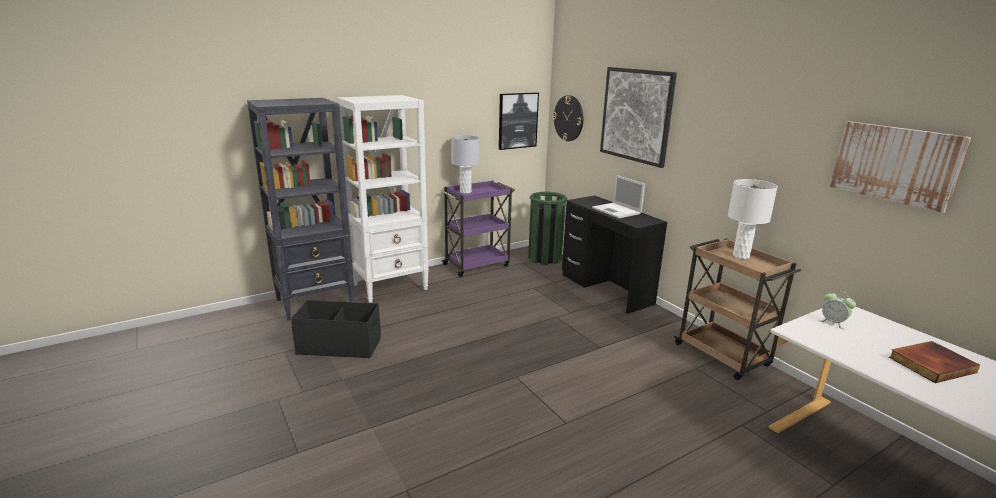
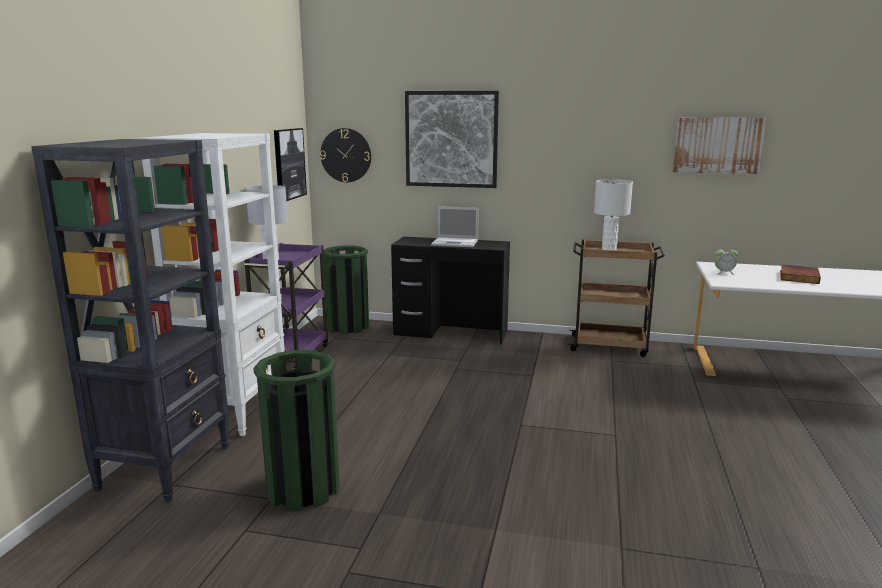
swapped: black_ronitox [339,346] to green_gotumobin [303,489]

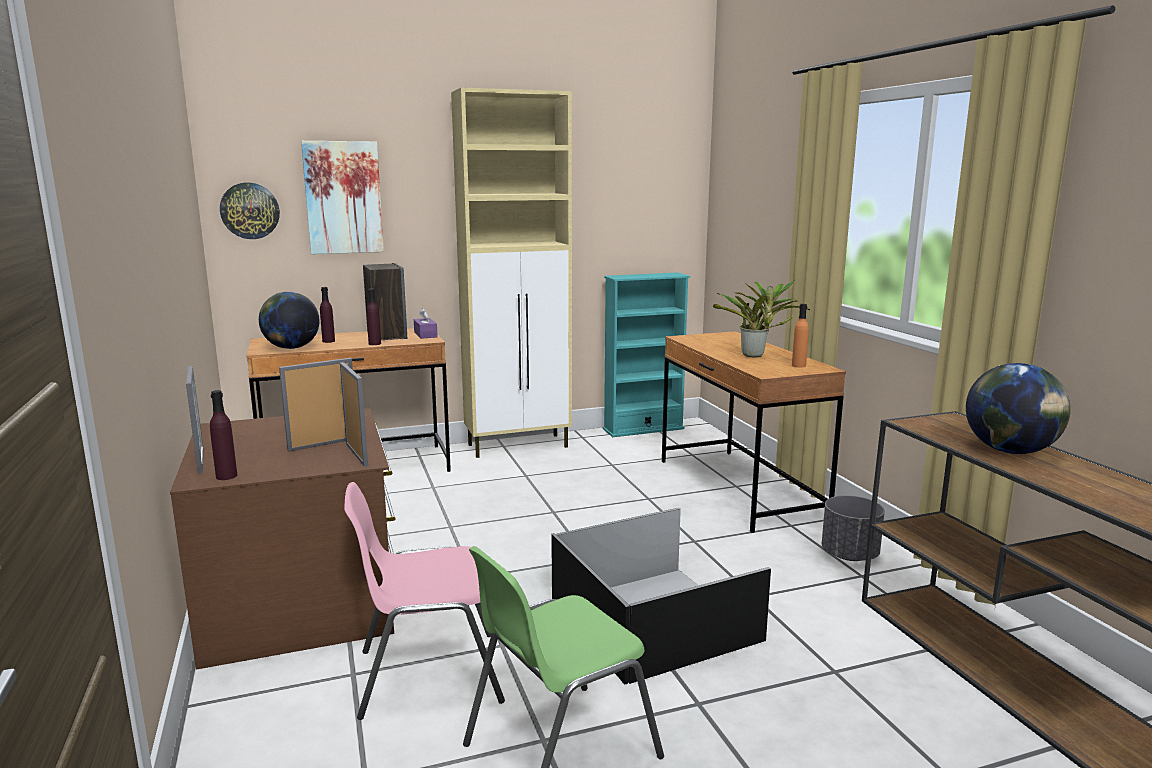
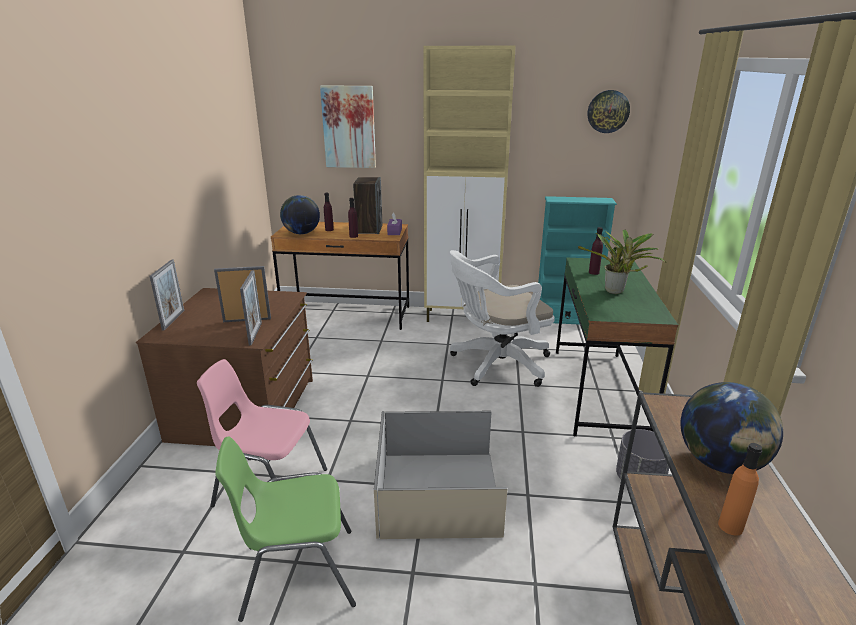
new: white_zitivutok [495,365]
shifted: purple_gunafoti [226,476] to [593,272]; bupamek [250,211] to [608,111]; orange_gunafoti [798,365] to [730,526]
repainted: black_ronitox [656,622] to beige_ronitox [438,494]; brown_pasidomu [739,488] to green_pasidomu [597,391]

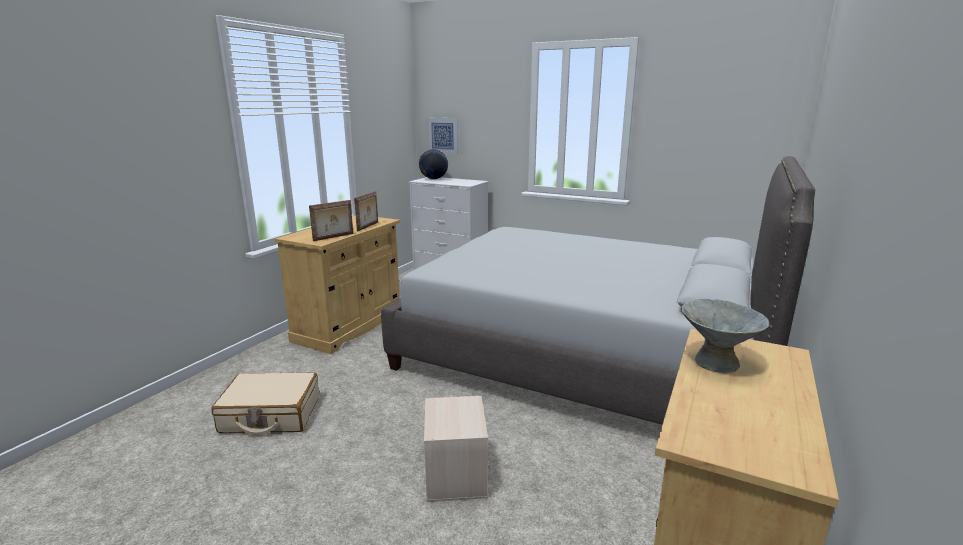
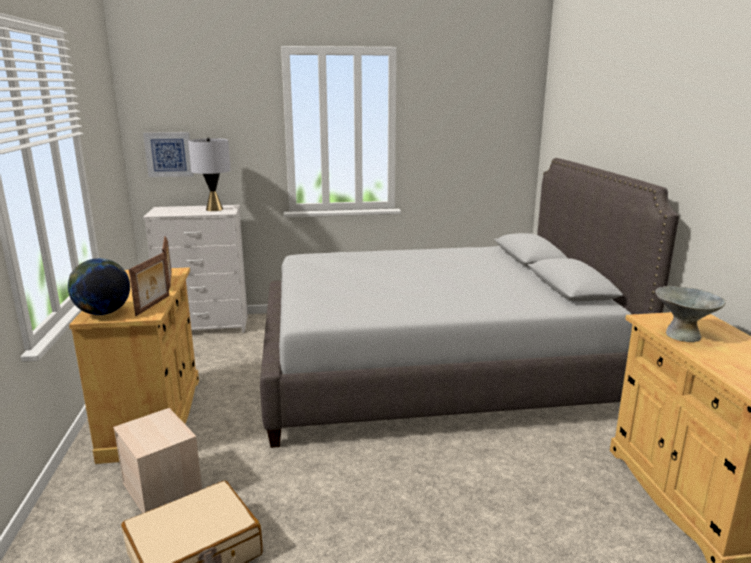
new: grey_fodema [214,209]
shifted: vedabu [434,179] to [103,313]; beige_ronitox [456,475] to [163,488]

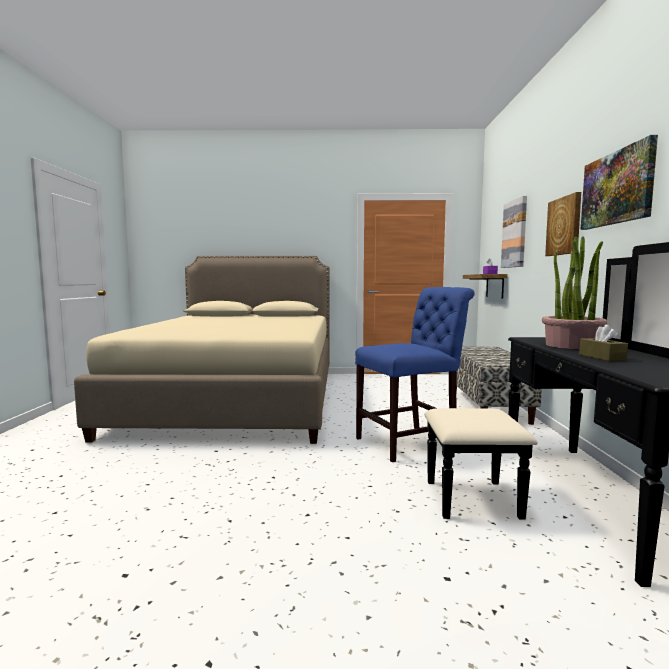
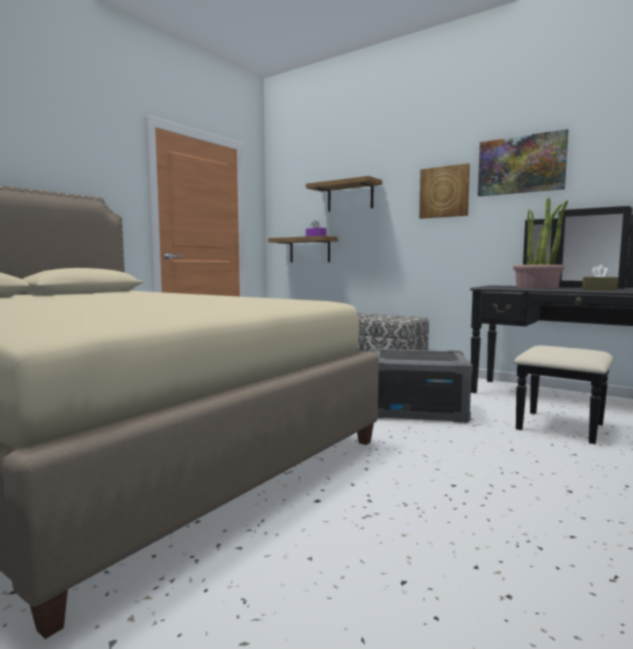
swapped: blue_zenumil [411,442] to grey_ronitox [416,410]; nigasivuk [515,234] to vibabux [350,196]

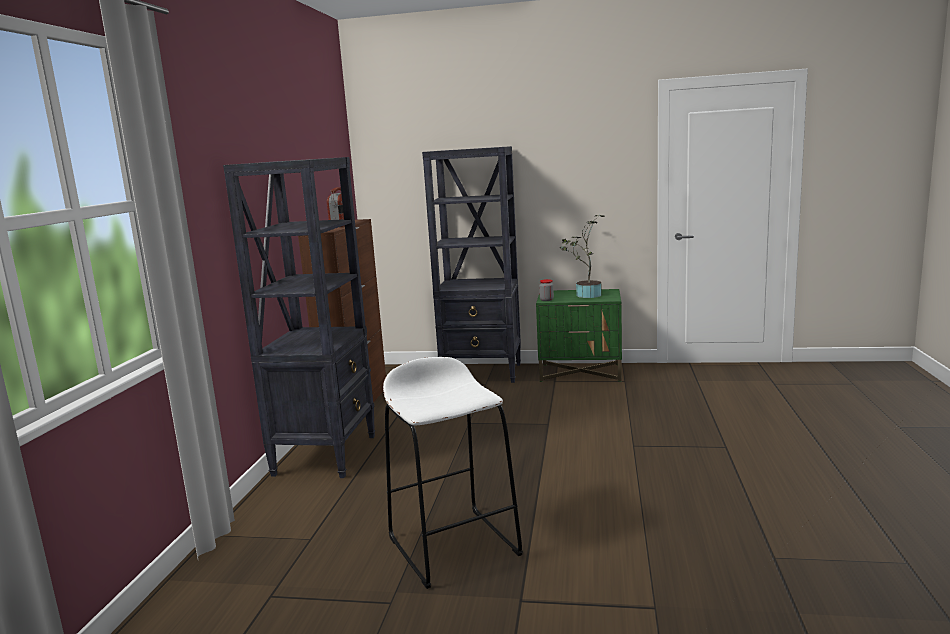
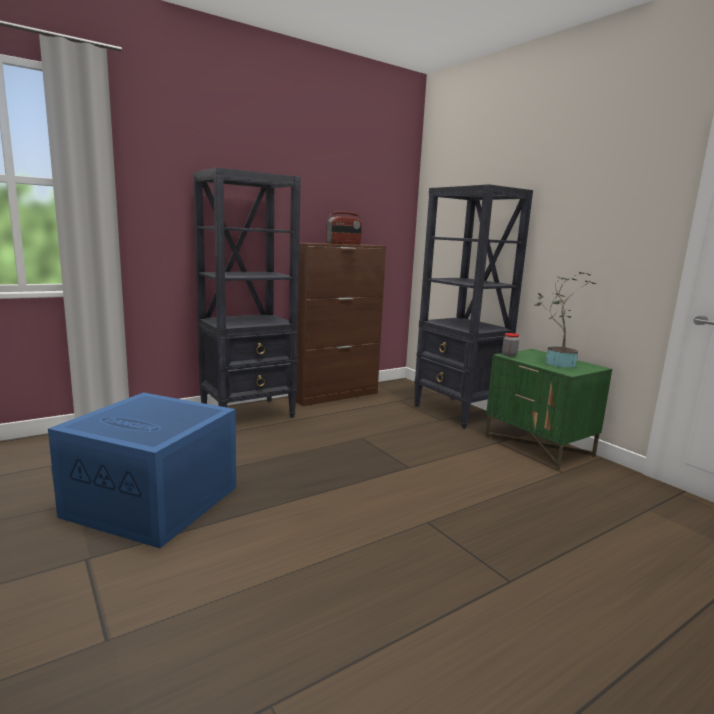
swapped: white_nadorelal [454,545] to blue_ronitox [155,501]

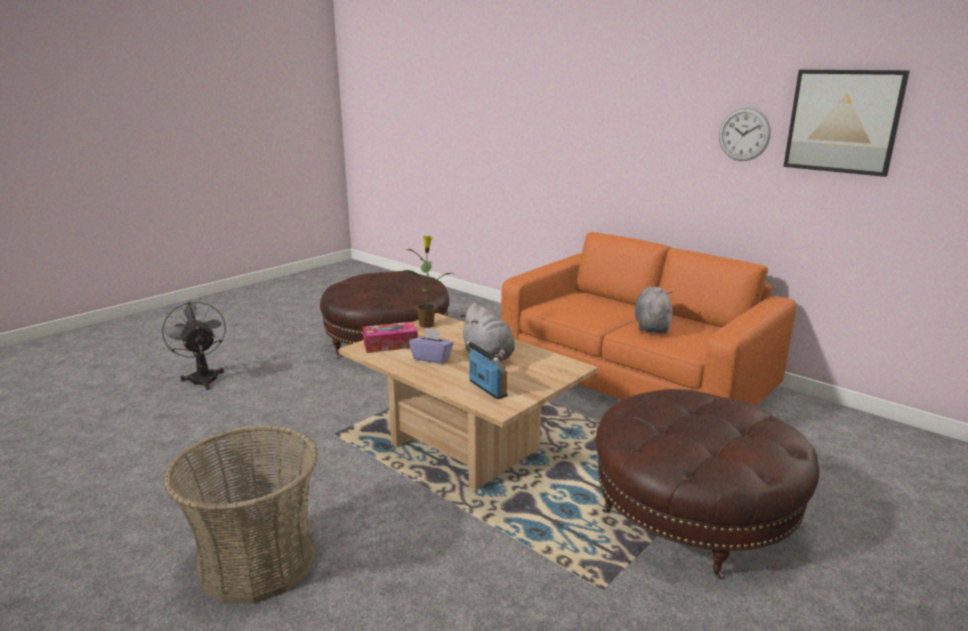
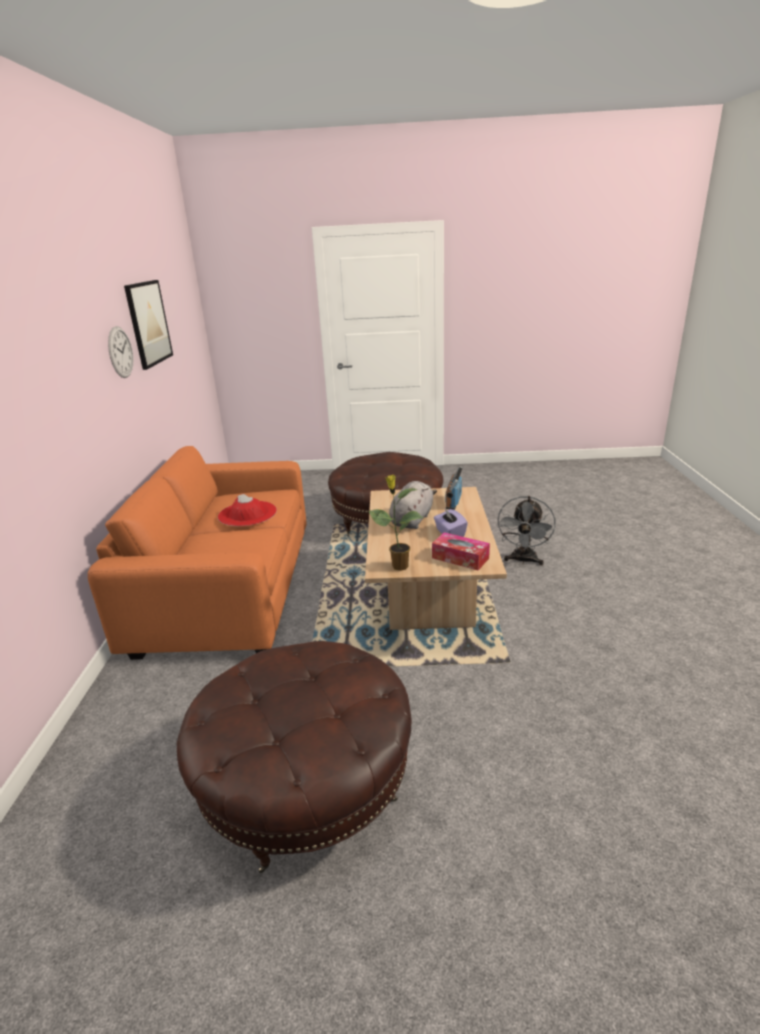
gone: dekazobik [257,562]
shifted: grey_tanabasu [203,377] to [523,561]
swapped: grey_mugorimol [651,326] to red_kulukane [247,514]

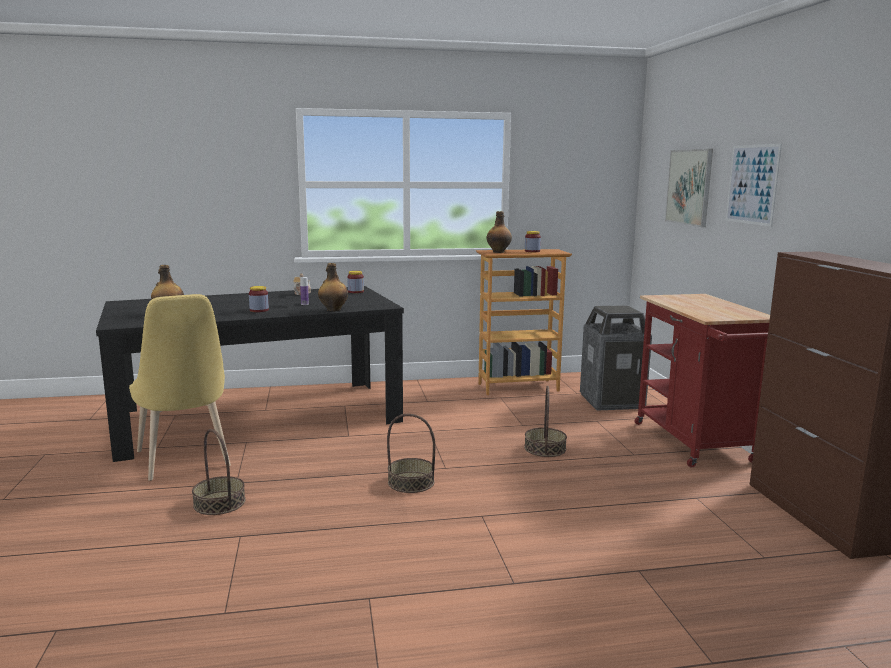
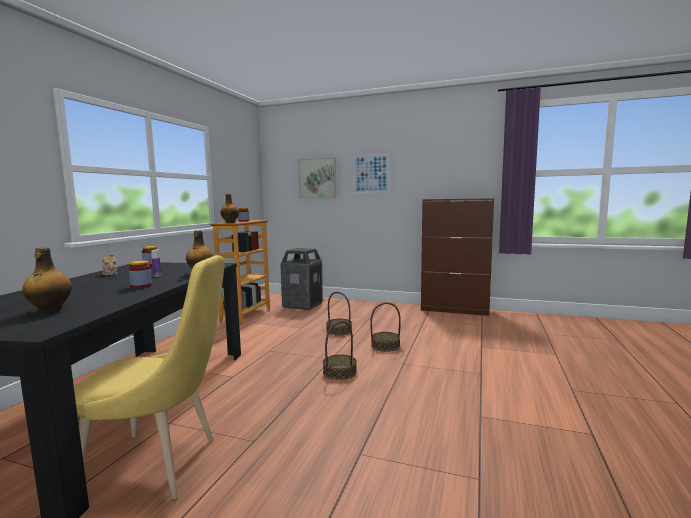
gone: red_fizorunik [697,445]
shifted: dekazobik [219,503] to [385,346]

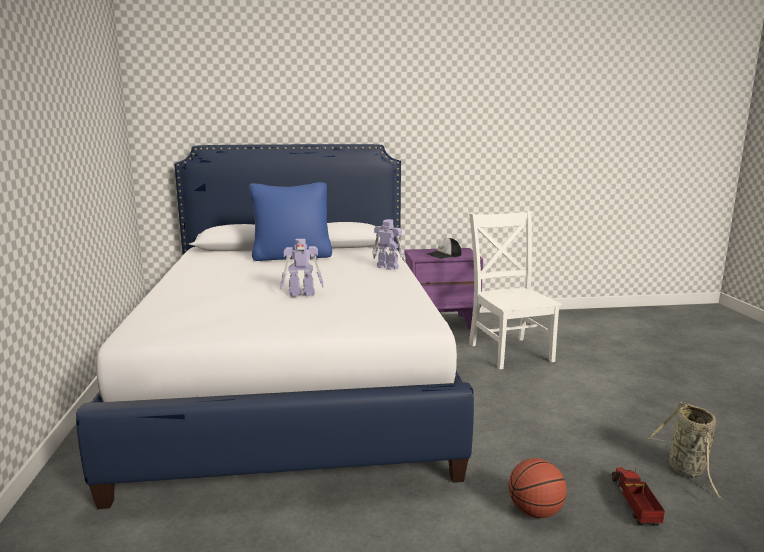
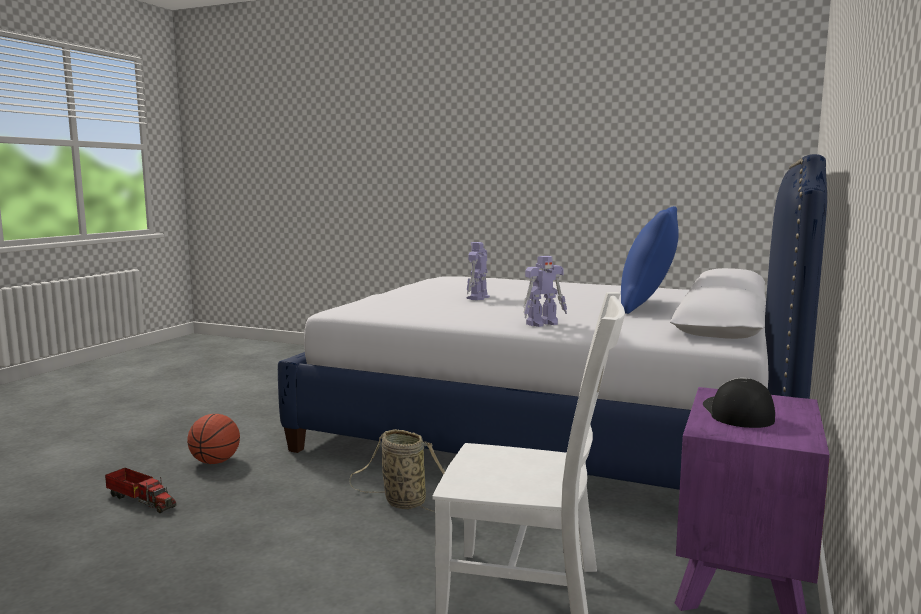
shifted: dekazobik [688,471] to [401,501]

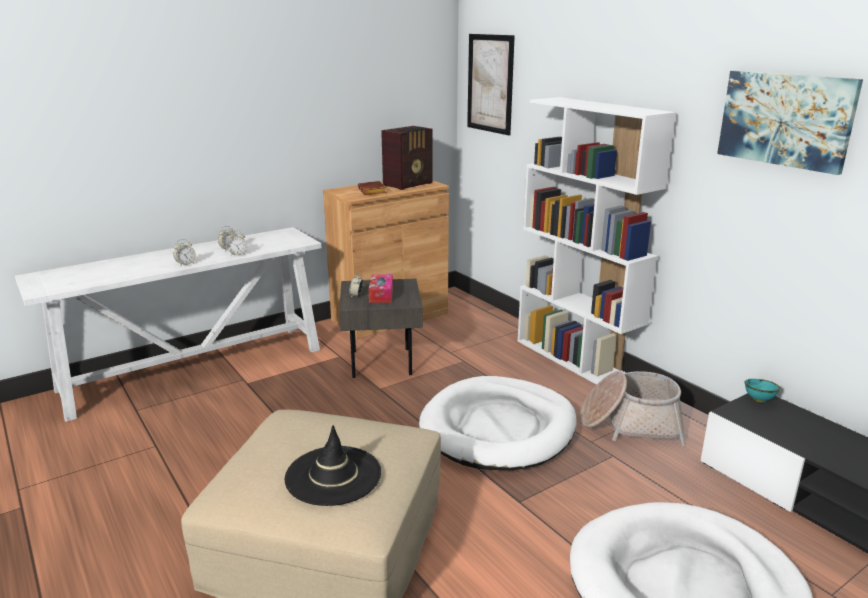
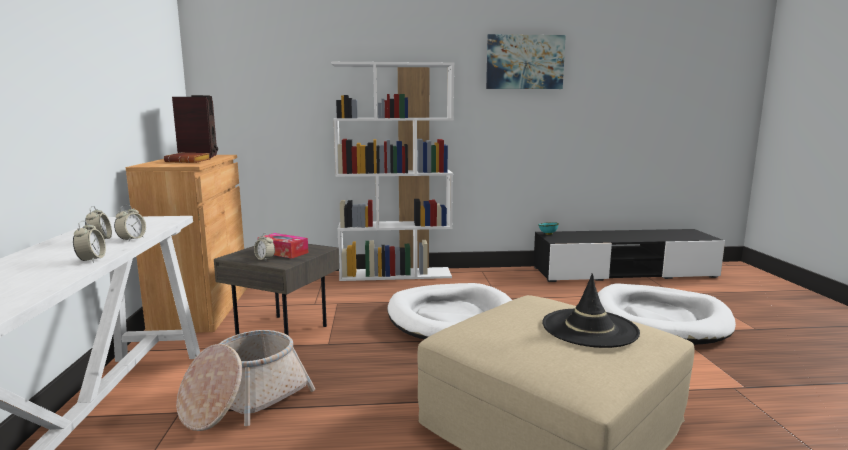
gone: nigasivuk [490,83]
shifted: dekazobik [630,424] to [244,401]

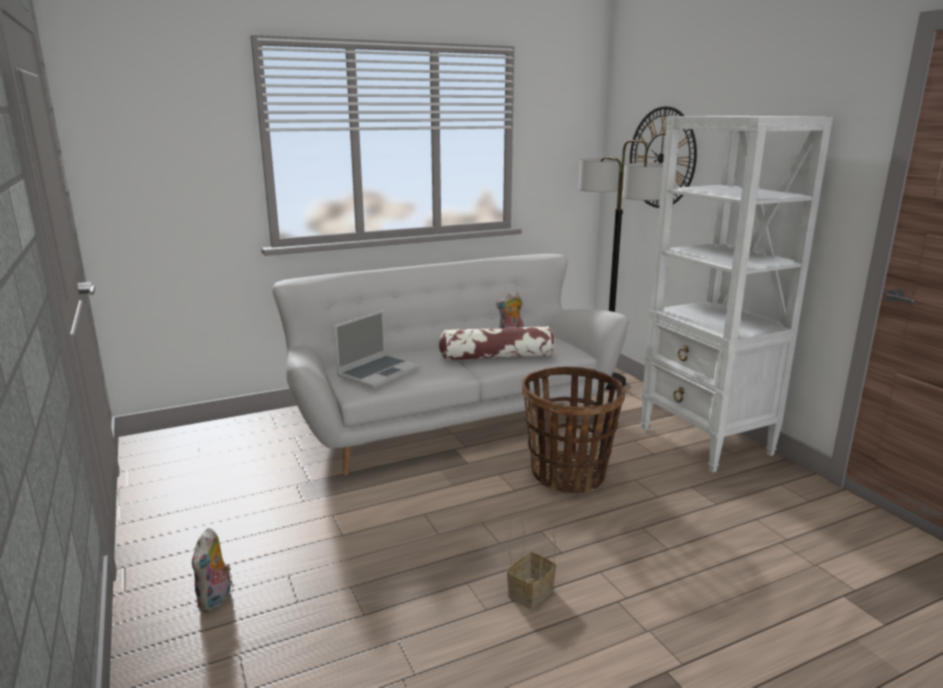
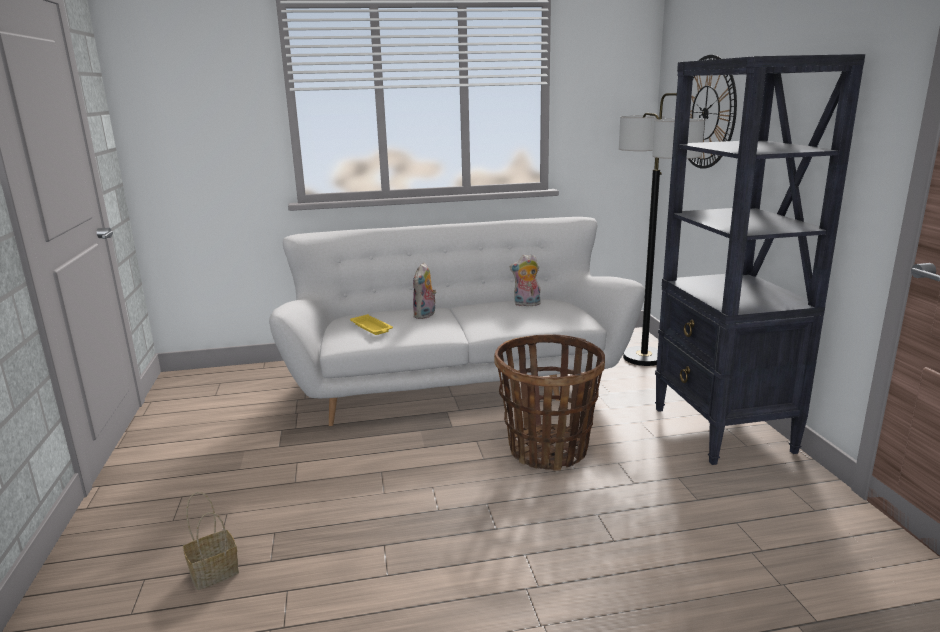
gone: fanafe [496,357]
shifted: mugorimol [216,600] to [425,315]; dekazobik [531,592] to [215,571]
swapped: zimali [378,372] to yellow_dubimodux [372,328]
repainted: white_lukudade [705,442] to black_lukudade [722,430]

